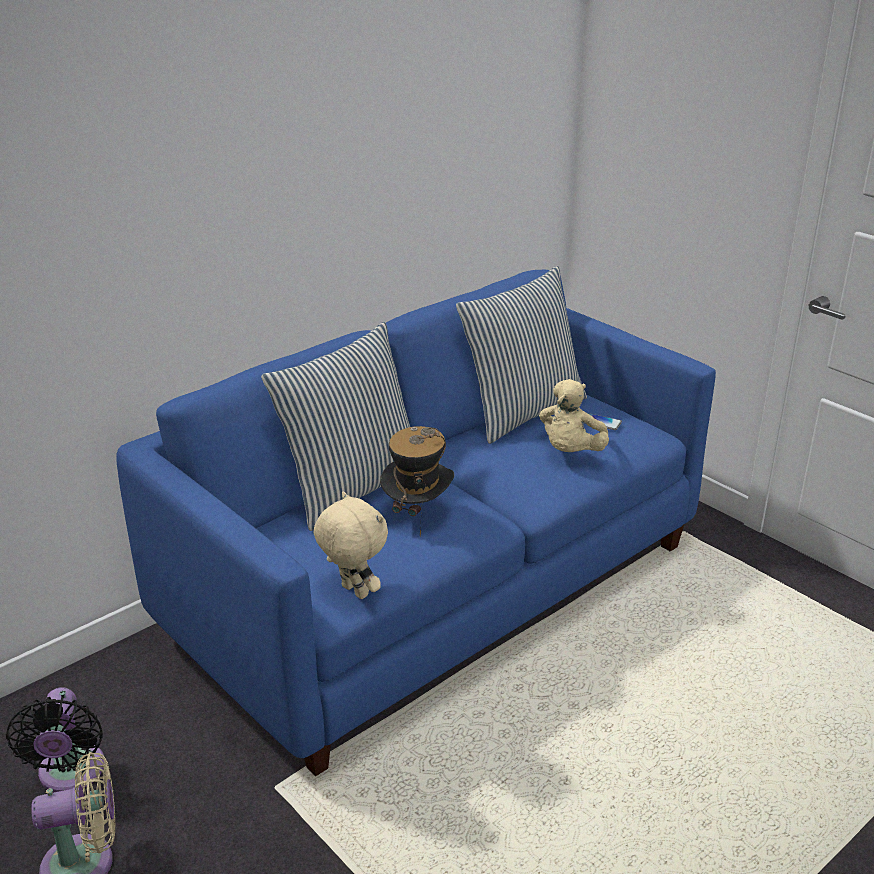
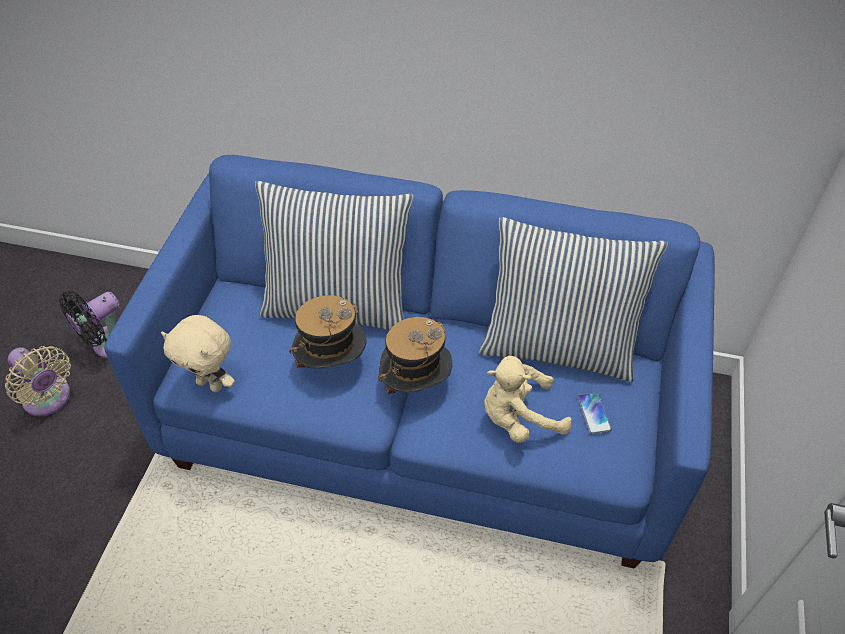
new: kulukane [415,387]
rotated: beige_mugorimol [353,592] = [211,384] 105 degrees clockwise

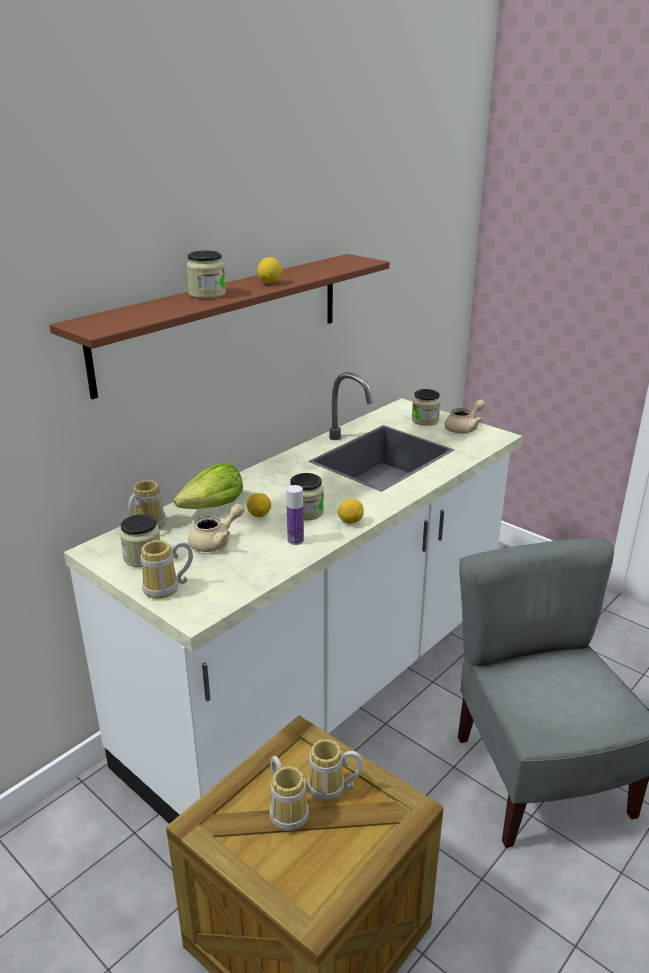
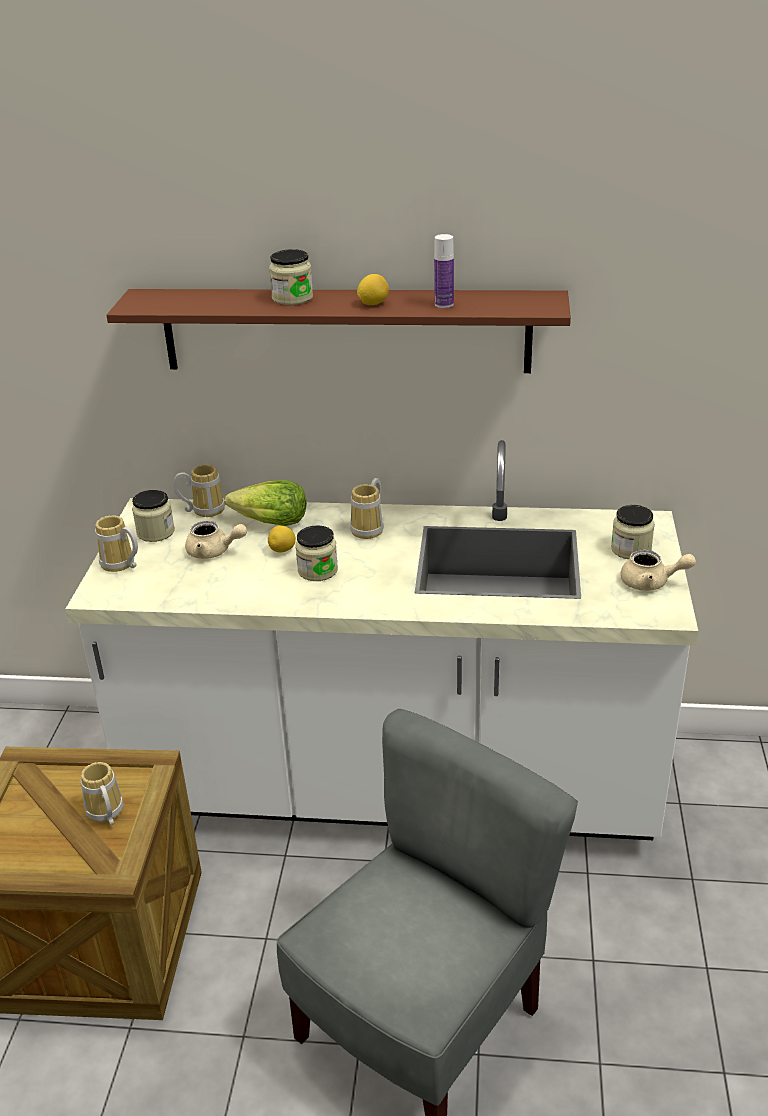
gone: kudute [350,521]
shifted: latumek [288,810] to [371,529]; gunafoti [295,540] to [444,304]

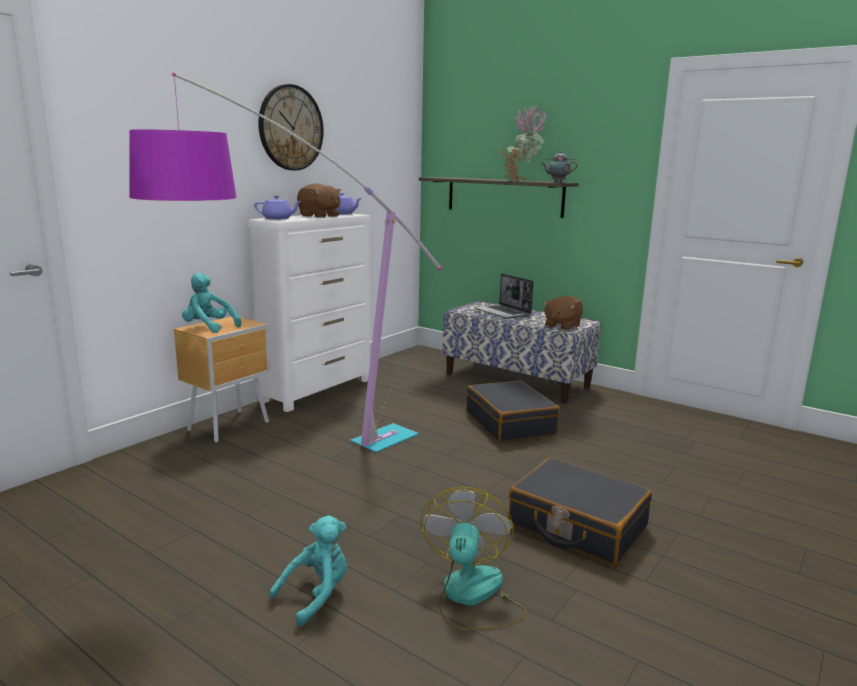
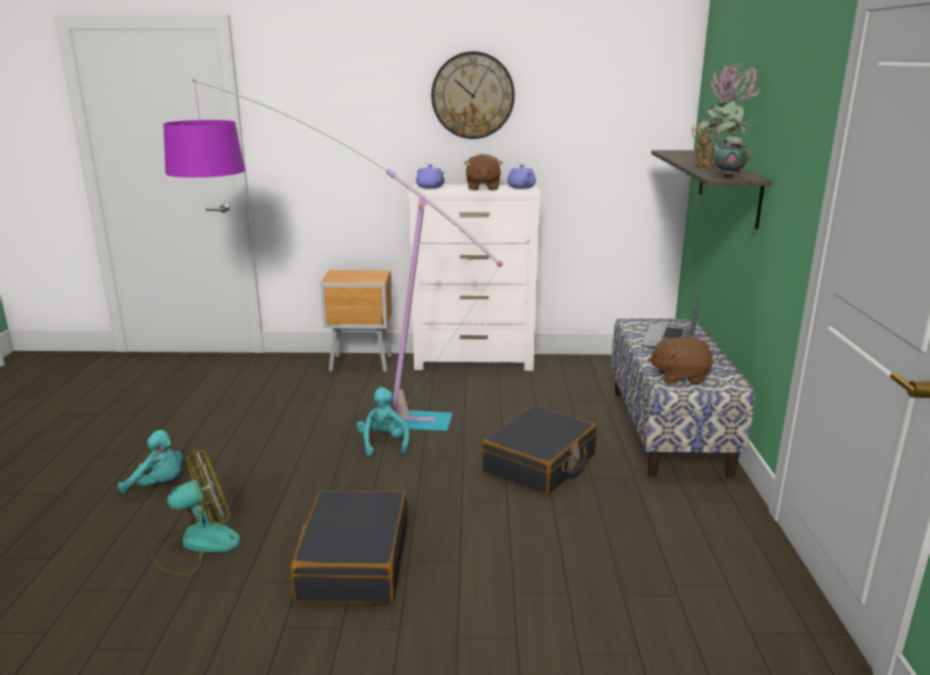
shifted: turquoise_mugorimol [208,328] to [383,443]

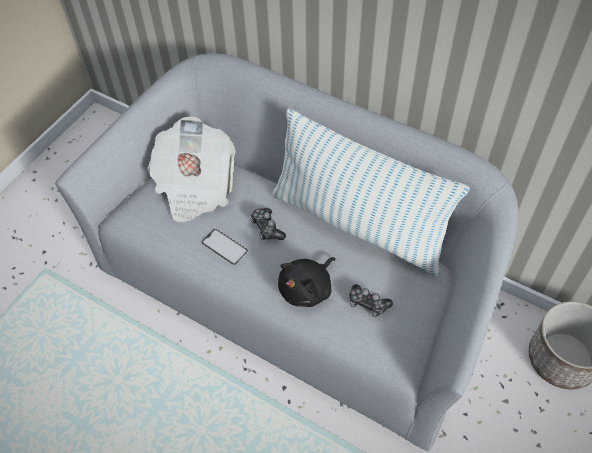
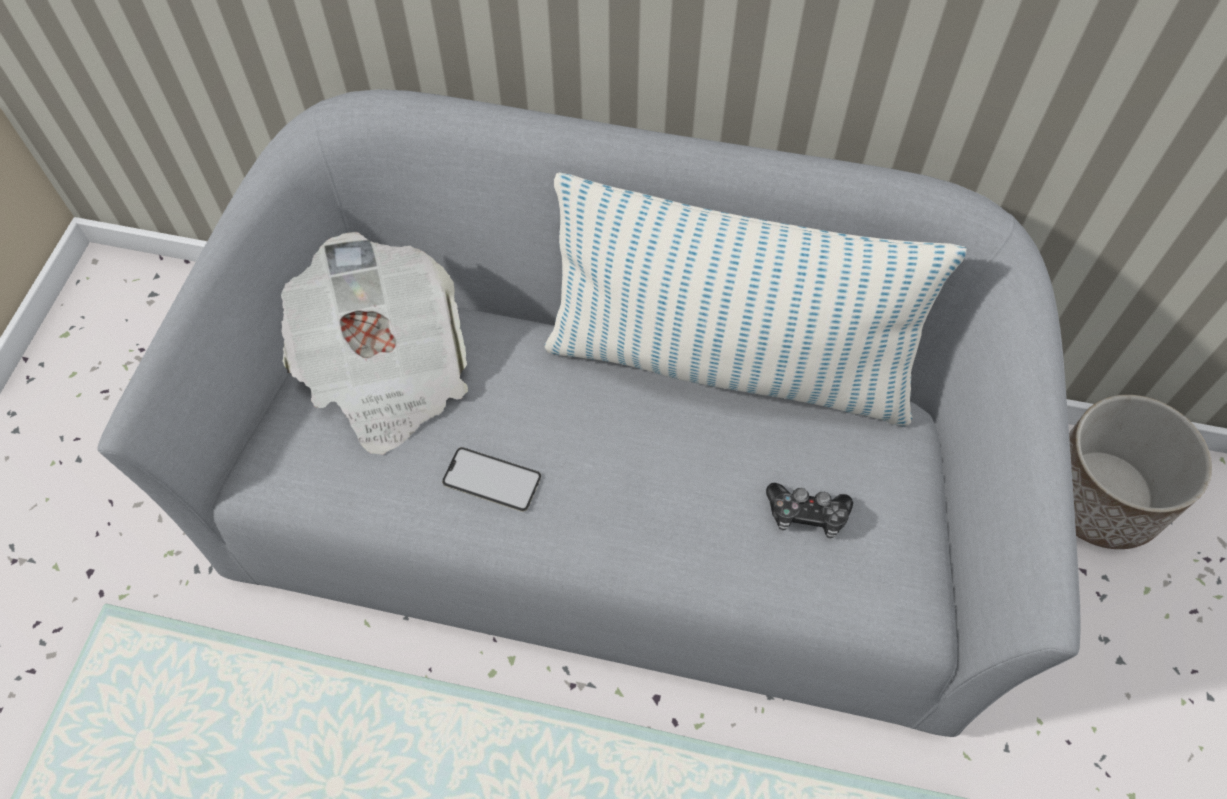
gone: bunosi [267,228]; black_mugorimol [307,289]

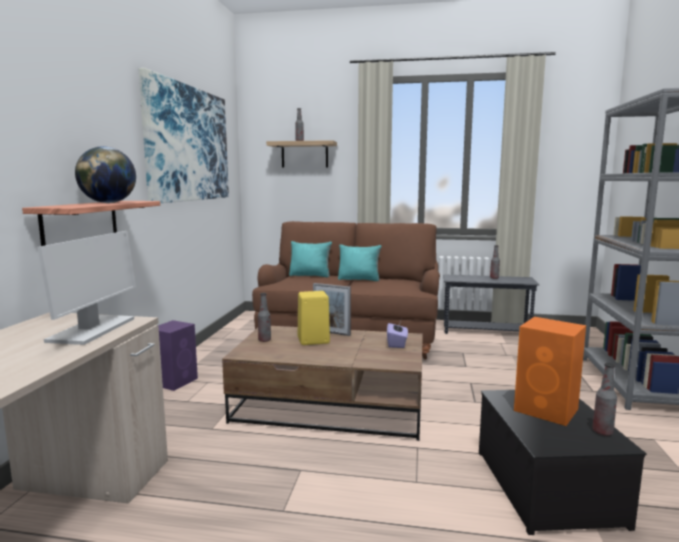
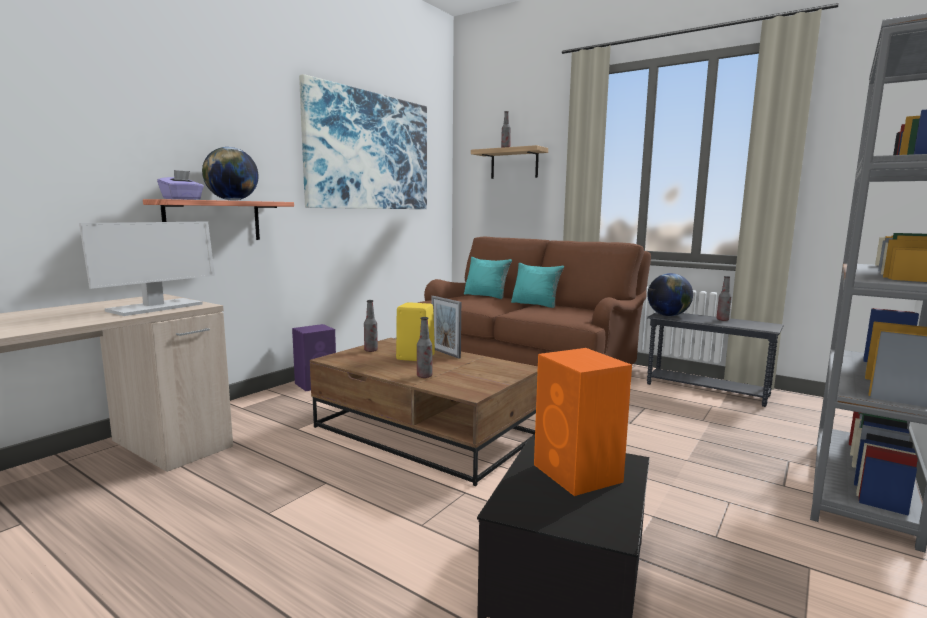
new: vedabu [668,315]
shifted: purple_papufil [397,344] to [182,199]; gunafoti [602,432] to [424,376]

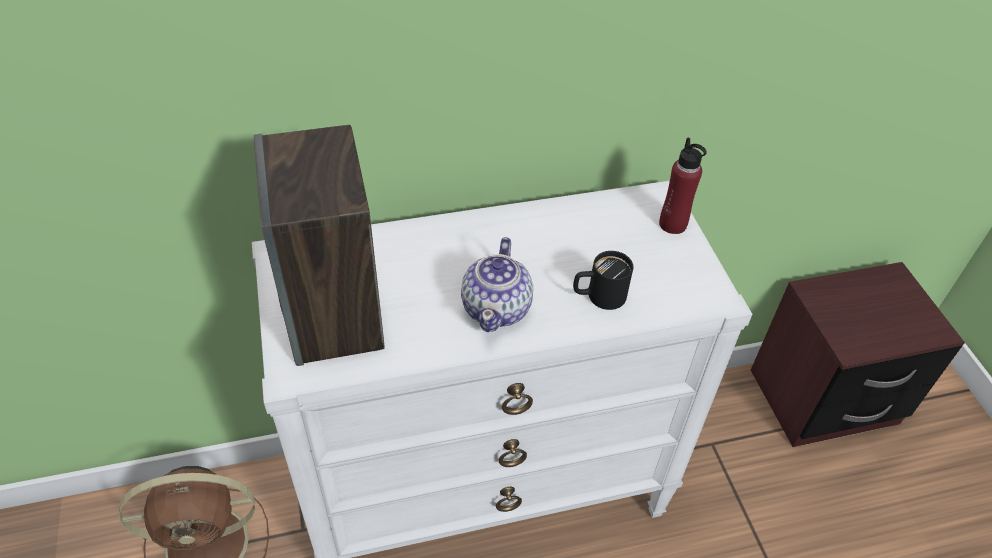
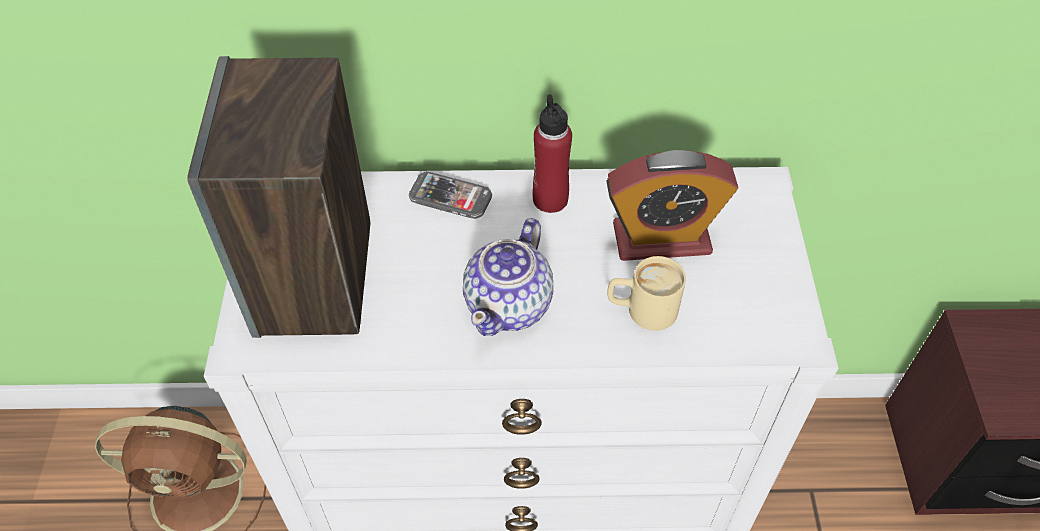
new: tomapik [450,197]; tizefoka [661,239]
shifted: red_gunafoti [673,224] to [550,199]
repainted: black_latumek [598,296] to beige_latumek [641,310]

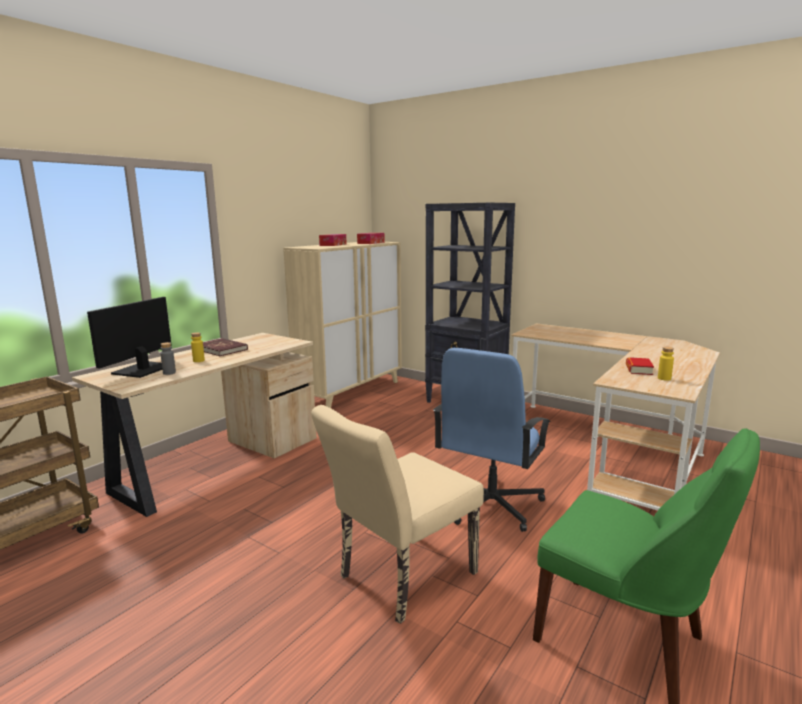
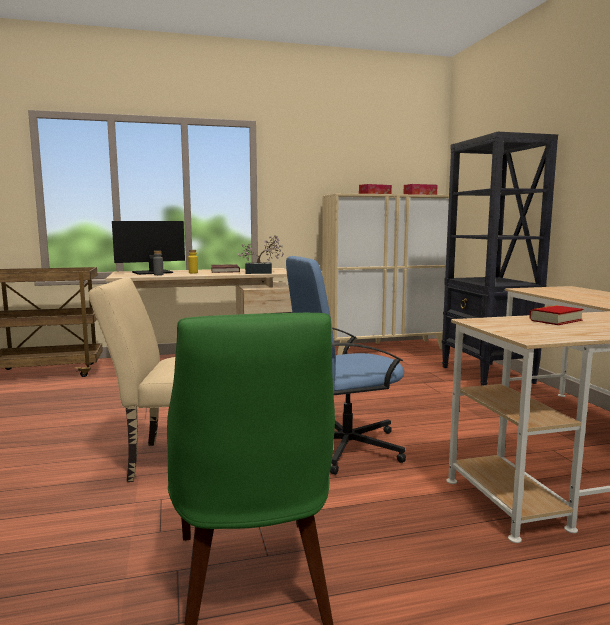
gone: yellow_gunafoti [664,378]
new: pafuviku [262,273]

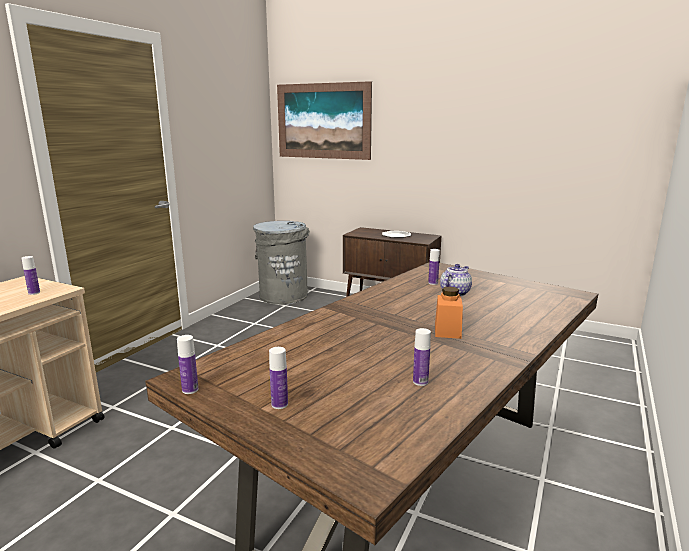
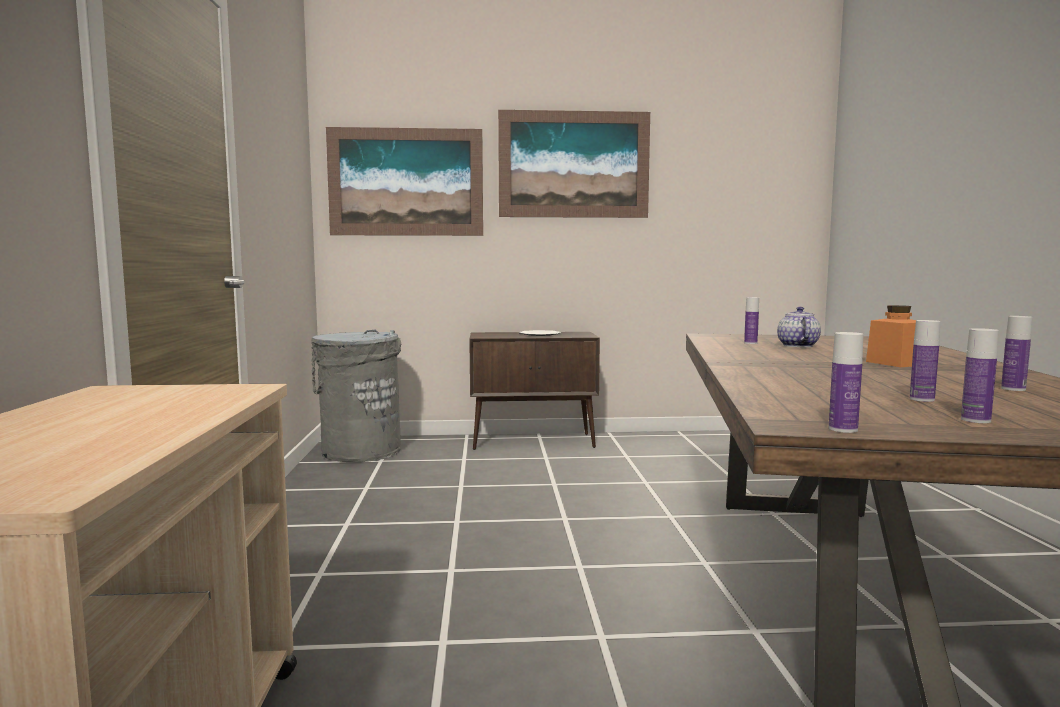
new: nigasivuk [574,164]
shifted: gunafoti [34,293] to [922,399]

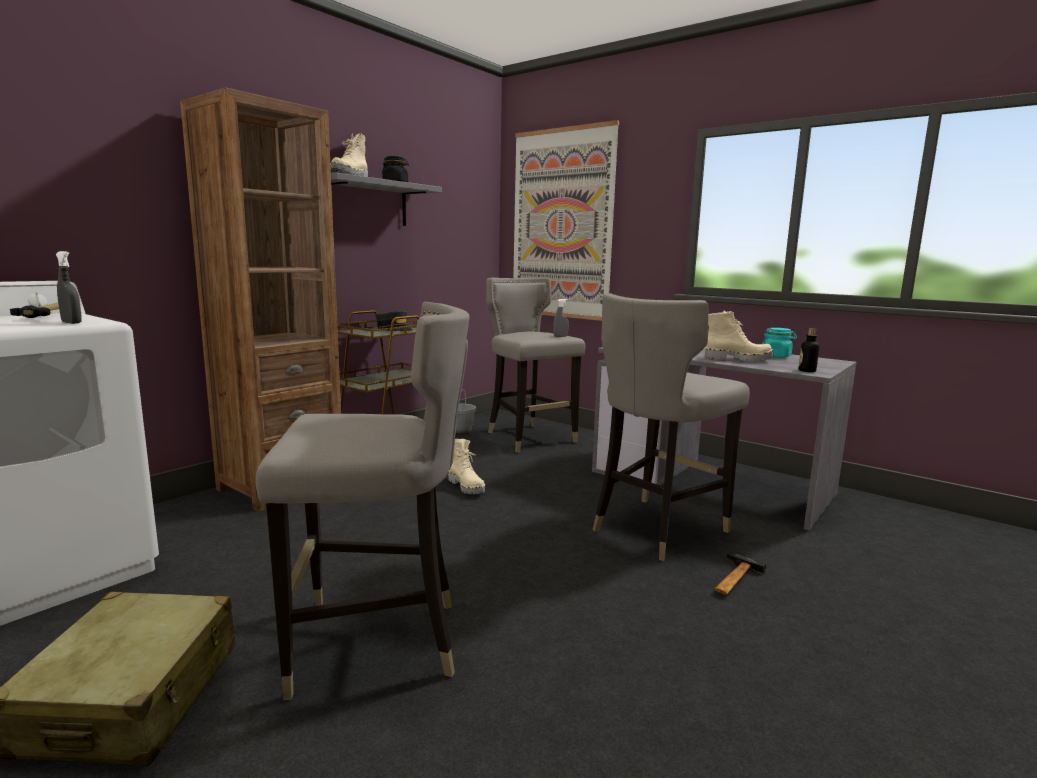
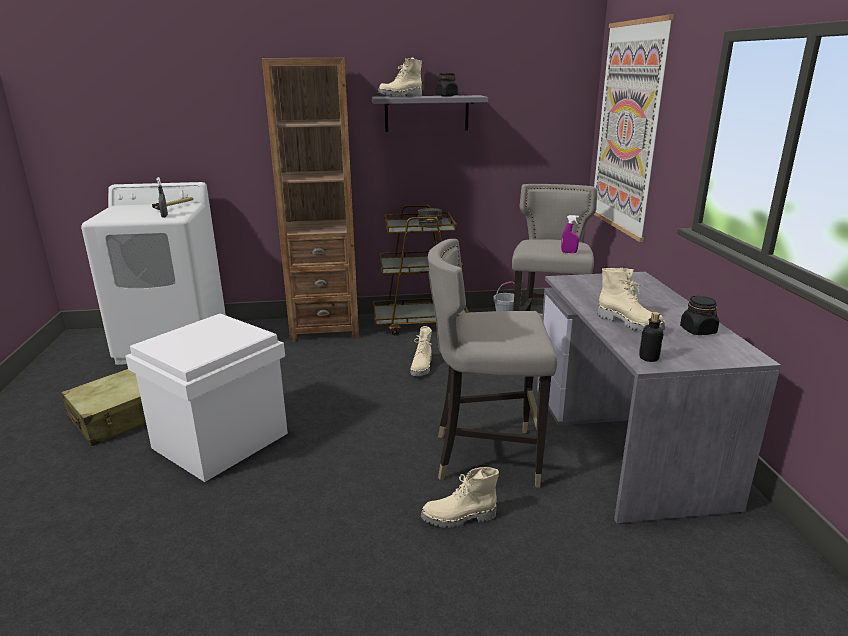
swapped: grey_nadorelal [377,642] to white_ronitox [220,441]; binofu [732,579] to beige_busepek [459,518]
repainted: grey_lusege [560,336] to purple_lusege [569,252]; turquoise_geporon [777,356] to black_geporon [698,331]

